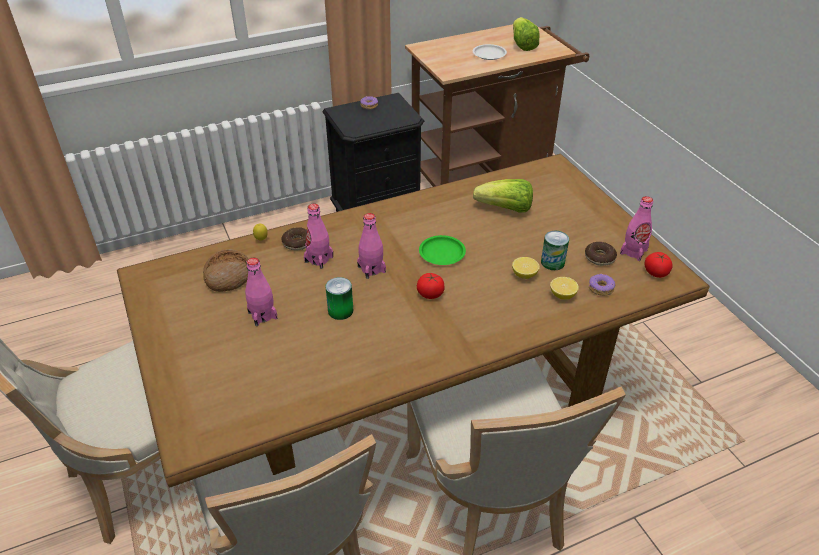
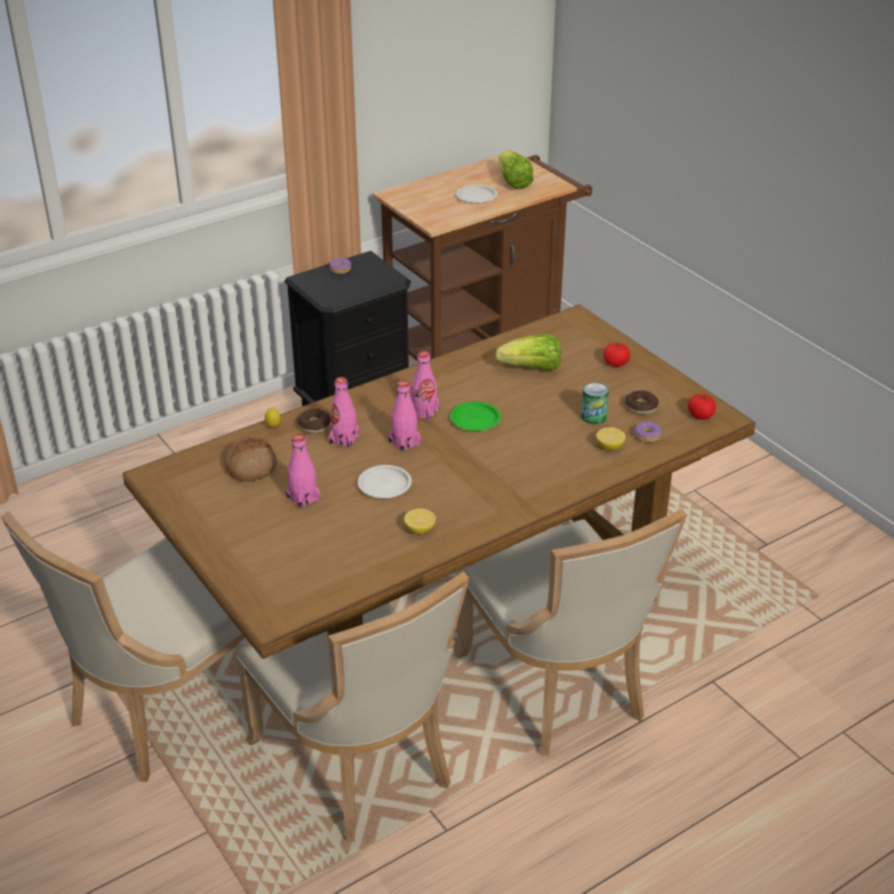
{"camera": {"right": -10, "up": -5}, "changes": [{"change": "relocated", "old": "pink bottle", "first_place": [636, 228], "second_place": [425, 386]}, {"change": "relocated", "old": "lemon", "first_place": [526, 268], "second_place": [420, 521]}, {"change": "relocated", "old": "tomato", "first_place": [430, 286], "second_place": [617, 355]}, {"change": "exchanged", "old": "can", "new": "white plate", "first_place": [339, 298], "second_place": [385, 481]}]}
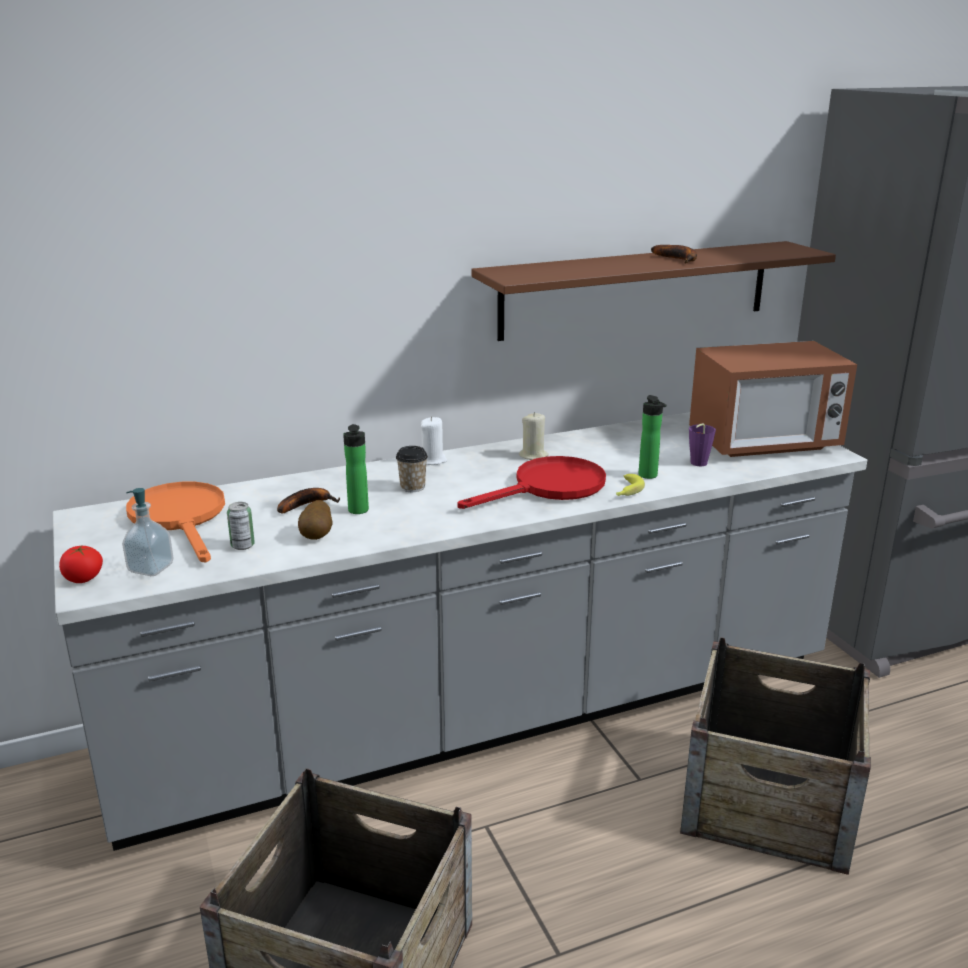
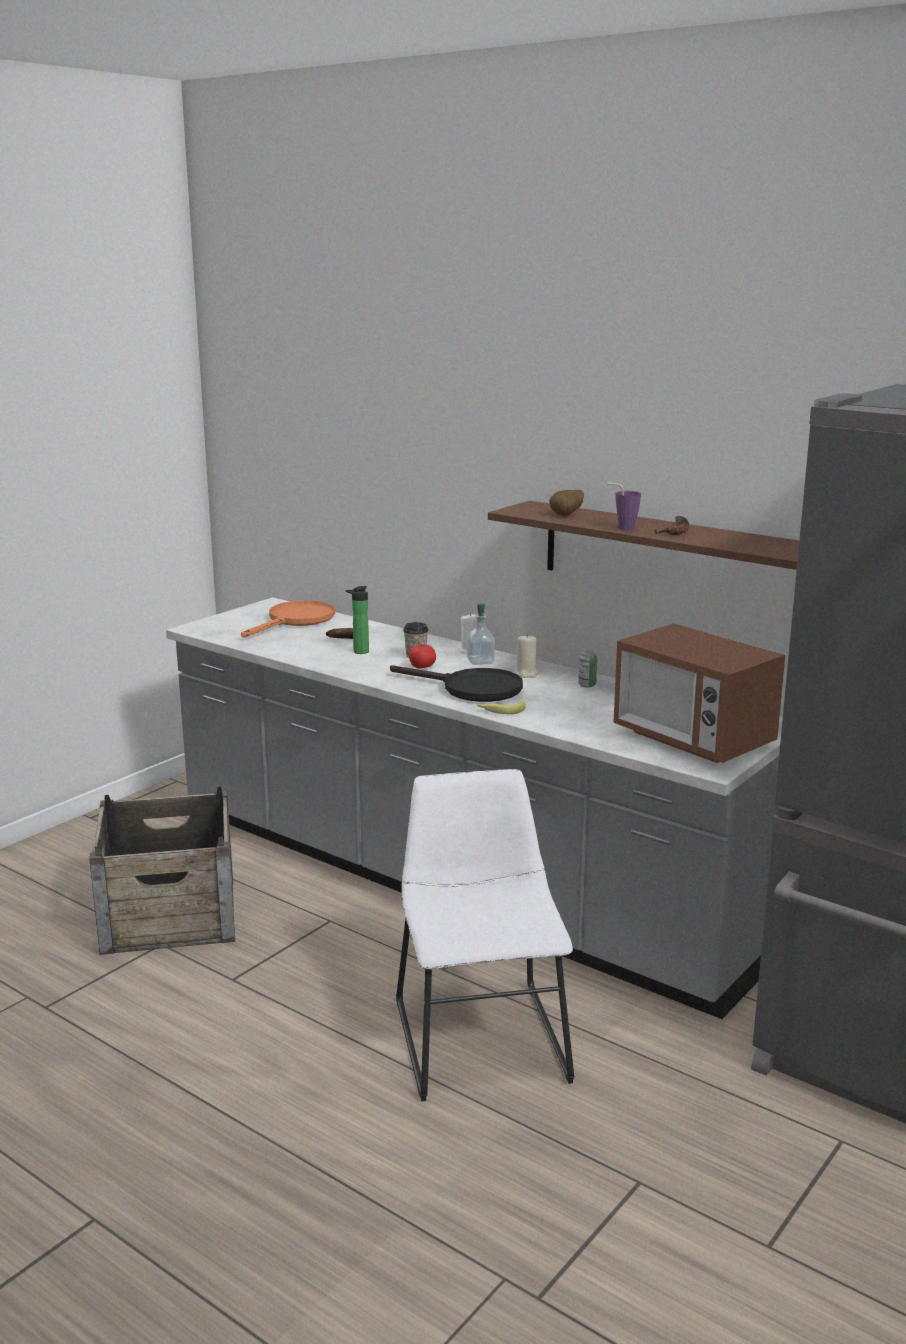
{"camera": {"right": 60, "up": -5}, "changes": [{"change": "missing", "old": "bottle", "first_place": [652, 437]}, {"change": "relocated", "old": "purple cup", "first_place": [702, 444], "second_place": [624, 507]}, {"change": "colour", "old": "red frying pan", "new": "black frying pan", "first_place": [531, 482], "second_place": [456, 684]}, {"change": "relocated", "old": "soap dispenser", "first_place": [148, 532], "second_place": [481, 634]}, {"change": "relocated", "old": "potato", "first_place": [315, 520], "second_place": [566, 503]}, {"change": "relocated", "old": "can", "first_place": [241, 526], "second_place": [587, 669]}, {"change": "relocated", "old": "tomato", "first_place": [81, 564], "second_place": [422, 656]}, {"change": "exchanged", "old": "crate", "new": "white chair", "first_place": [775, 756], "second_place": [485, 935]}]}
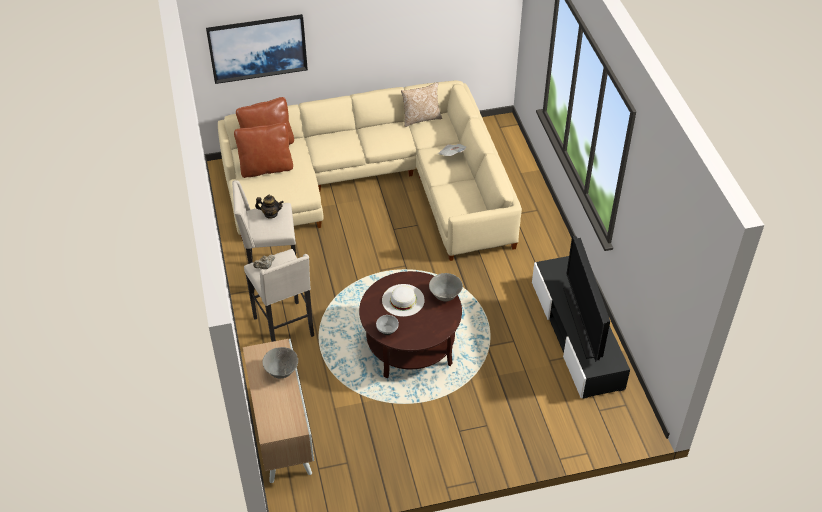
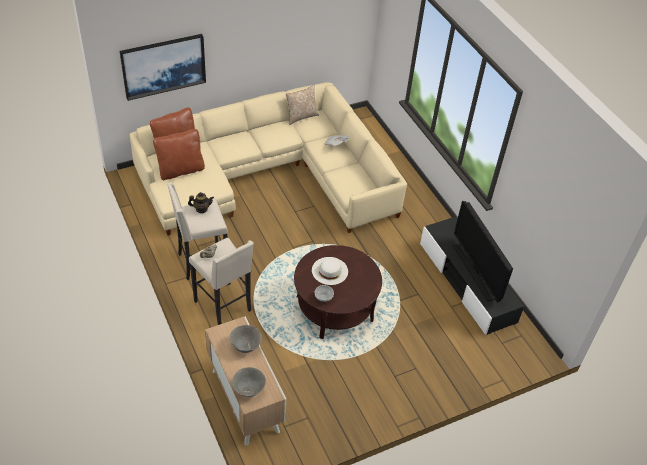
{"camera": {"right": -15, "up": 0}, "changes": [{"change": "relocated", "old": "grey bowl", "first_place": [446, 287], "second_place": [249, 382]}]}
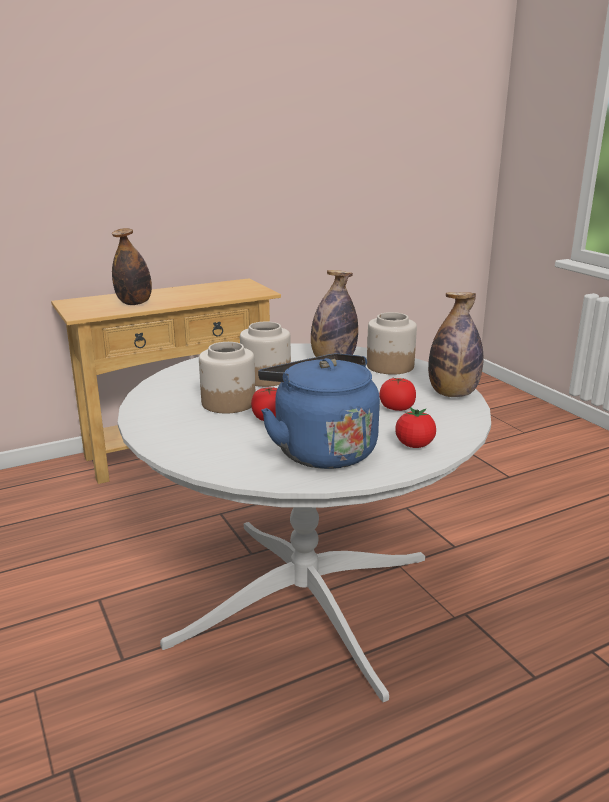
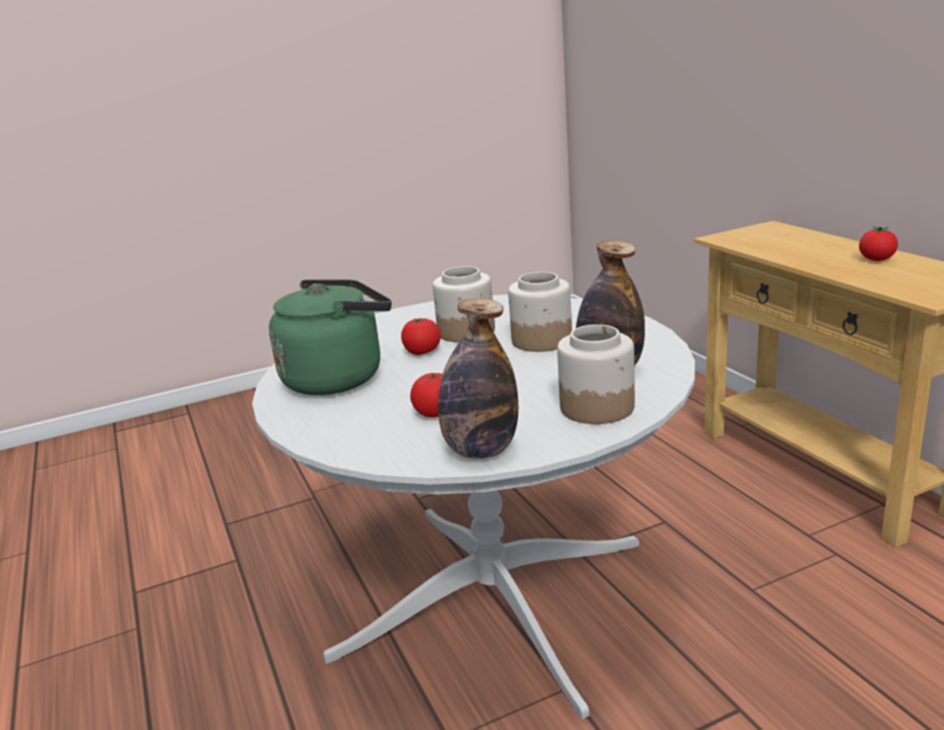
{"camera": {"right": 95, "up": 0}, "changes": [{"change": "missing", "old": "bottle", "first_place": [132, 266]}, {"change": "colour", "old": "blue kettle", "new": "green kettle", "first_place": [319, 411], "second_place": [330, 337]}, {"change": "relocated", "old": "tomato", "first_place": [415, 427], "second_place": [878, 243]}]}
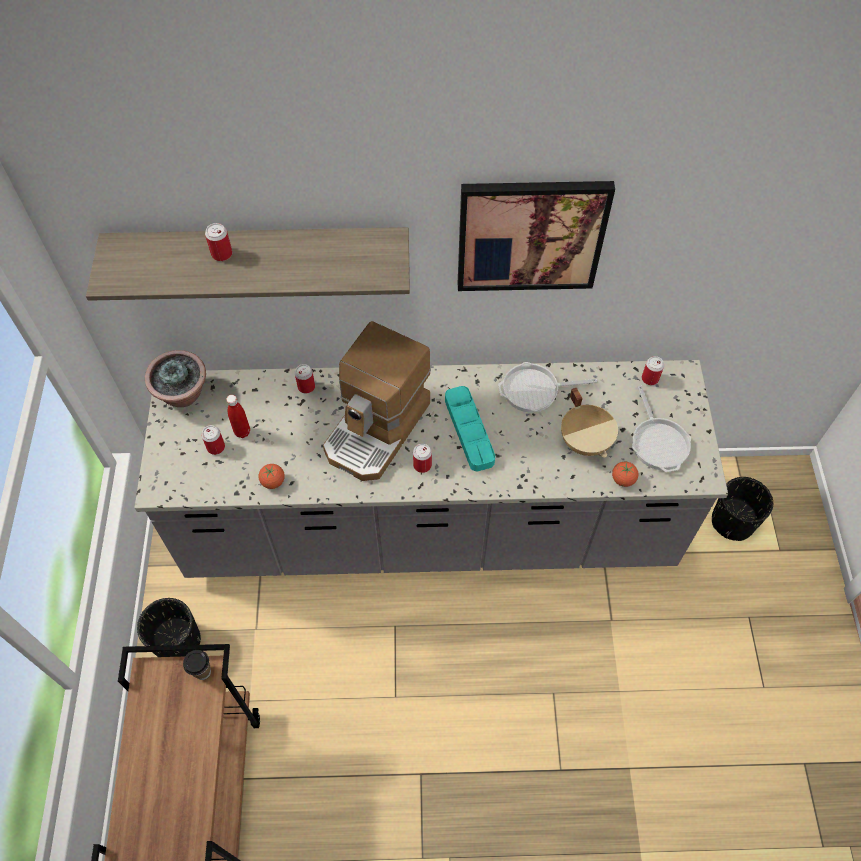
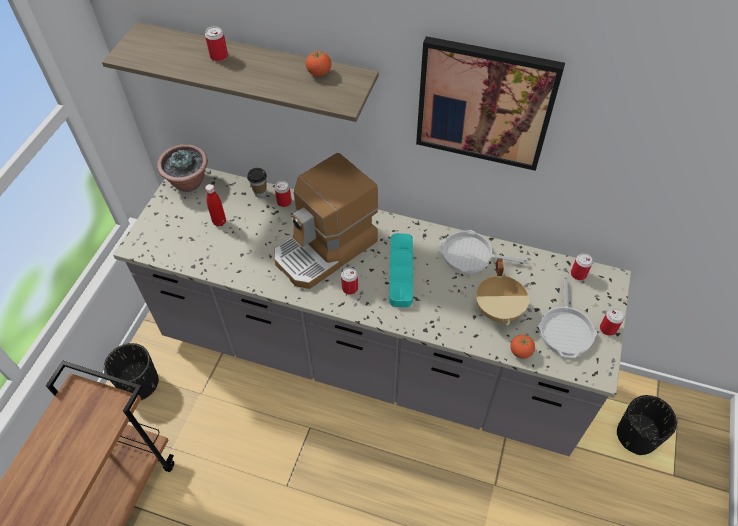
{"camera": {"right": 20, "up": -5}, "changes": [{"change": "relocated", "old": "can", "first_place": [213, 440], "second_place": [612, 322]}, {"change": "relocated", "old": "tomato", "first_place": [271, 476], "second_place": [318, 63]}, {"change": "relocated", "old": "cup", "first_place": [197, 665], "second_place": [257, 183]}]}
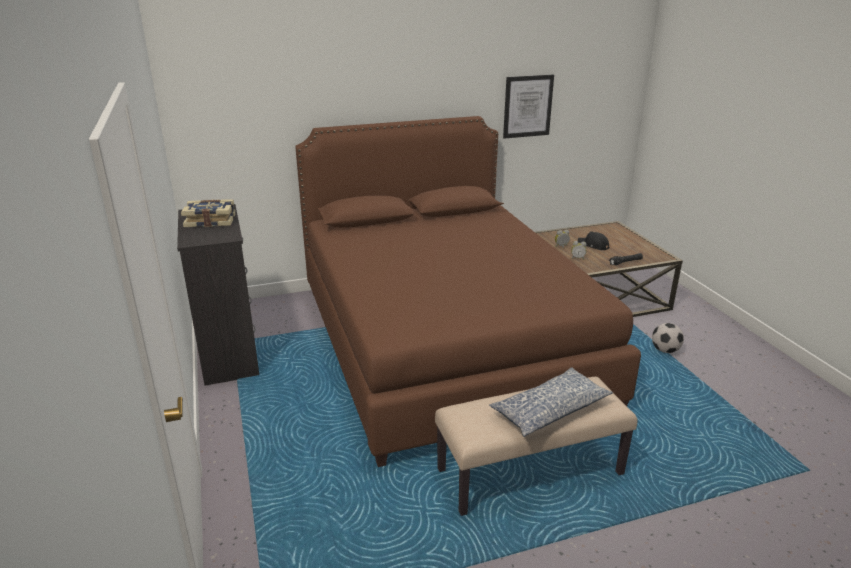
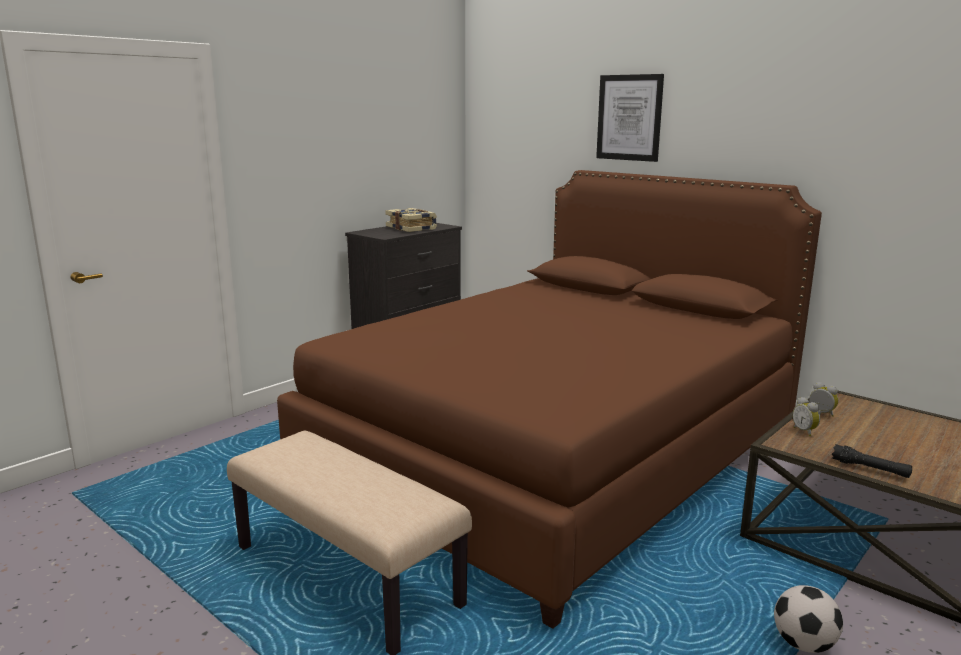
{"camera": {"right": 60, "up": -10}, "changes": [{"change": "relocated", "old": "picture", "first_place": [528, 107], "second_place": [630, 118]}, {"change": "missing", "old": "black cap", "first_place": [593, 241]}, {"change": "missing", "old": "pillow", "first_place": [551, 402]}]}
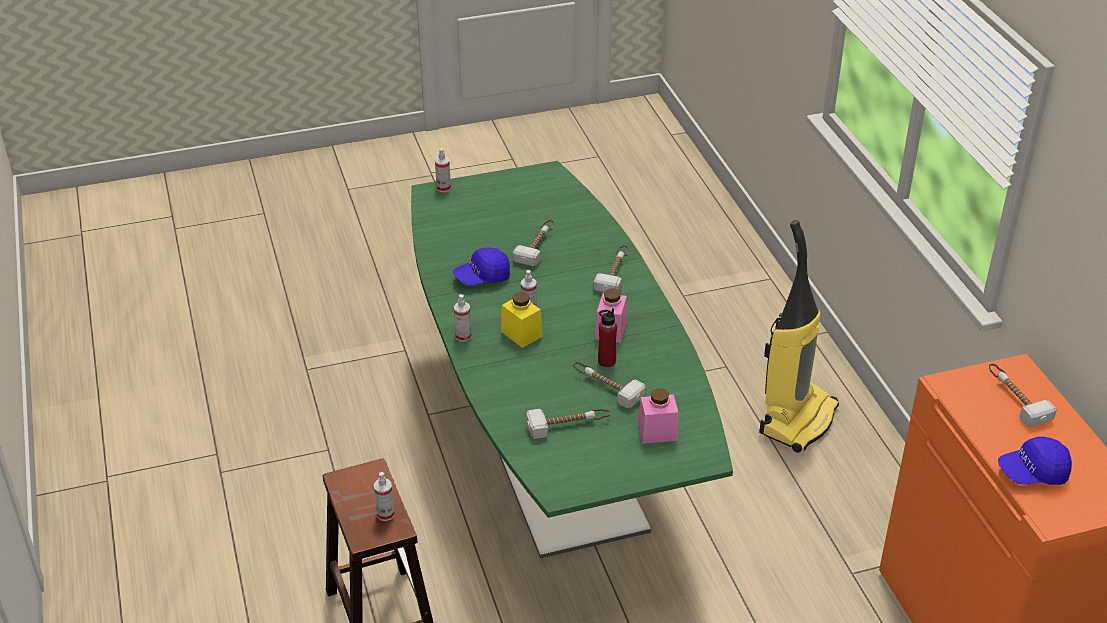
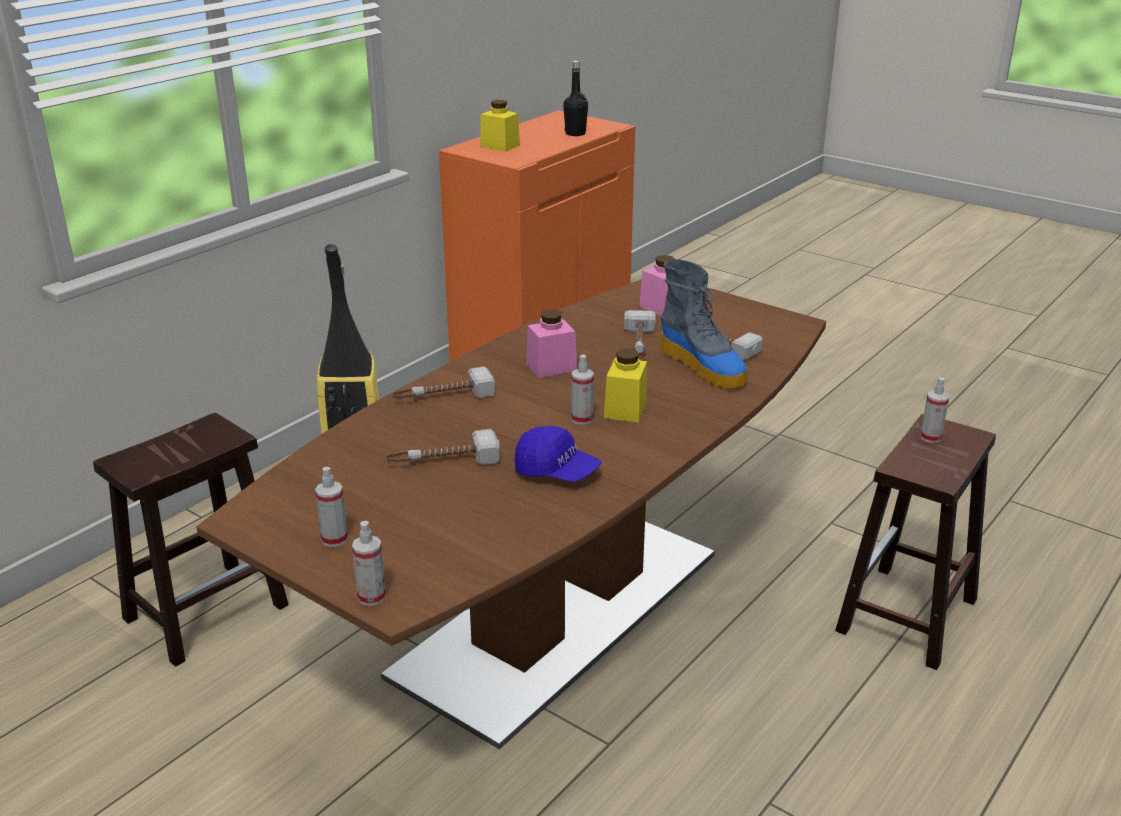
{"camera": {"right": -125, "up": -10}, "changes": [{"change": "colour", "old": "green dining table", "new": "brown dining table", "first_place": [572, 359], "second_place": [511, 514]}, {"change": "relocated", "old": "spray bottle", "first_place": [462, 318], "second_place": [331, 507]}, {"change": "missing", "old": "red bottle", "first_place": [607, 337]}, {"change": "exchanged", "old": "hammer", "new": "yellow jar", "first_place": [1022, 395], "second_place": [500, 126]}, {"change": "exchanged", "old": "blue cap", "new": "black bottle", "first_place": [1035, 461], "second_place": [575, 98]}, {"change": "appeared", "new": "boot", "second_place": [704, 324]}, {"change": "appeared", "new": "brown stool", "second_place": [191, 540]}]}
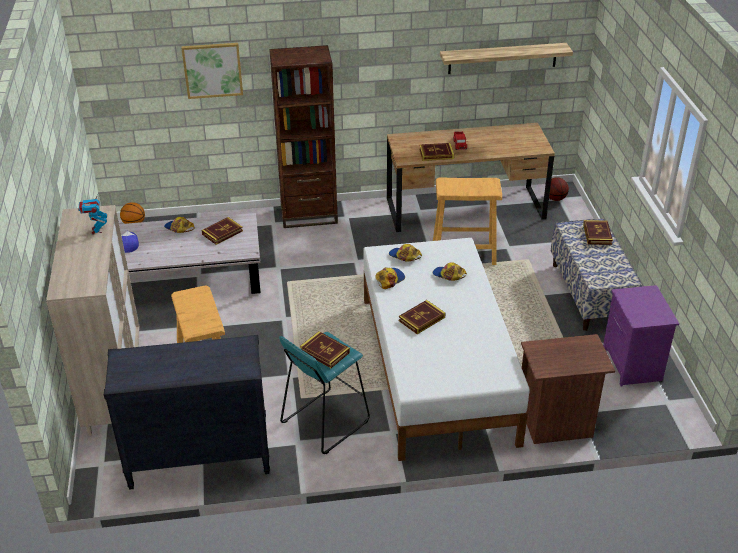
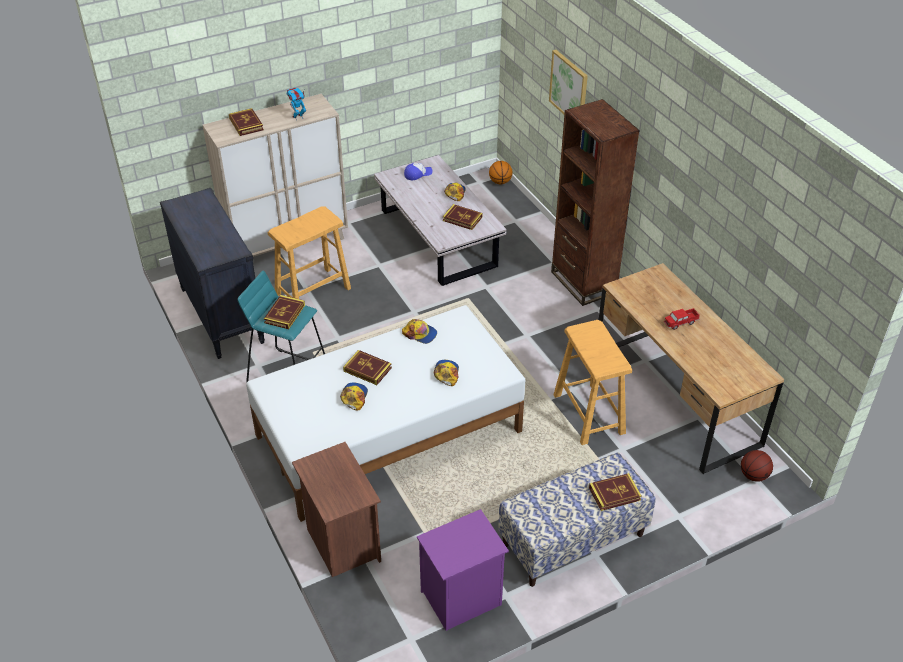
{"camera": {"right": 70, "up": 5}, "changes": [{"change": "missing", "old": "shelf", "first_place": [506, 58]}, {"change": "relocated", "old": "book", "first_place": [436, 152], "second_place": [246, 122]}, {"change": "relocated", "old": "cap", "first_place": [405, 253], "second_place": [354, 397]}]}
